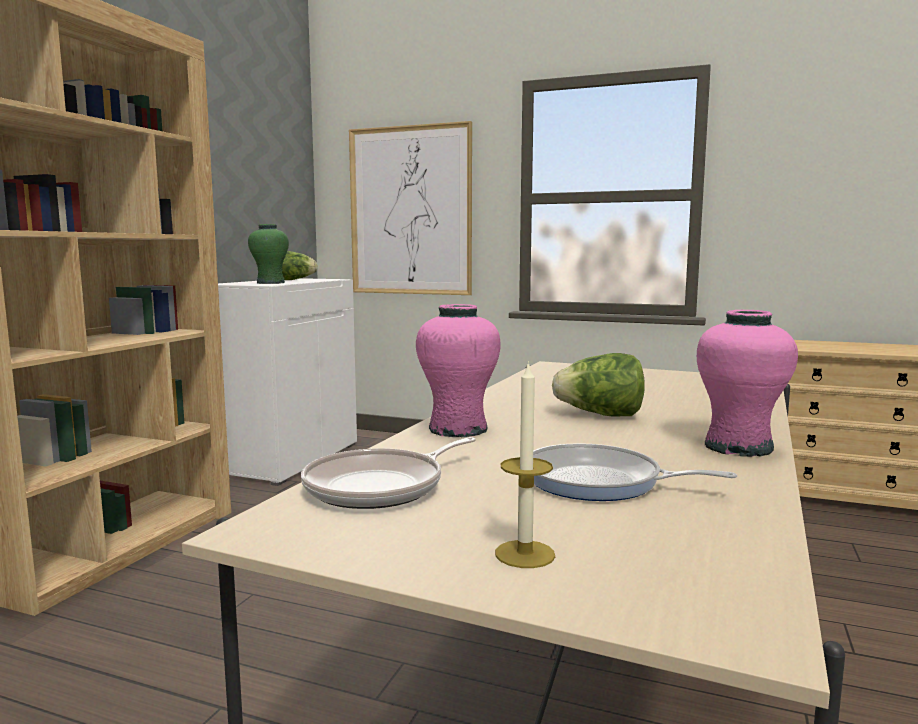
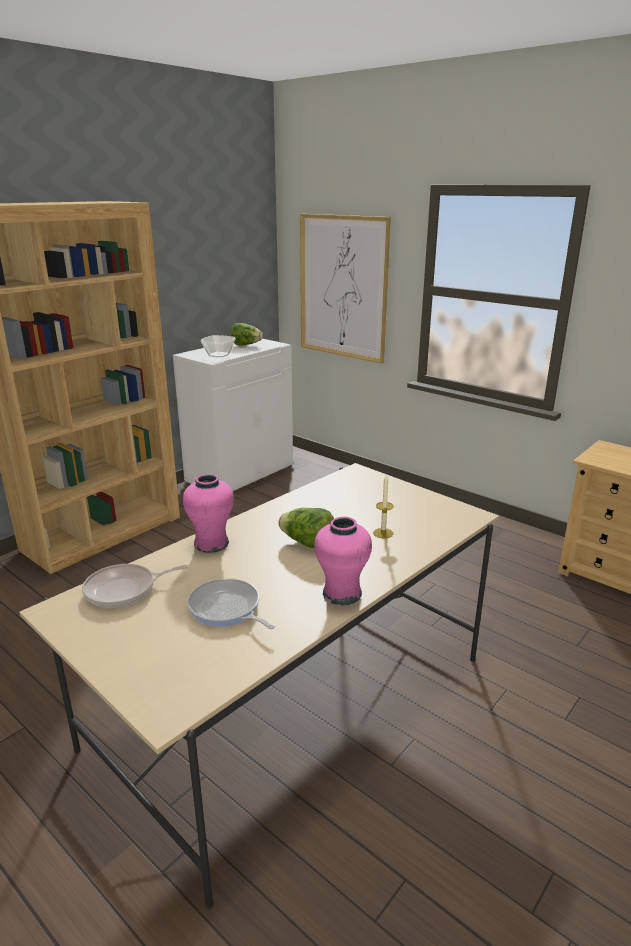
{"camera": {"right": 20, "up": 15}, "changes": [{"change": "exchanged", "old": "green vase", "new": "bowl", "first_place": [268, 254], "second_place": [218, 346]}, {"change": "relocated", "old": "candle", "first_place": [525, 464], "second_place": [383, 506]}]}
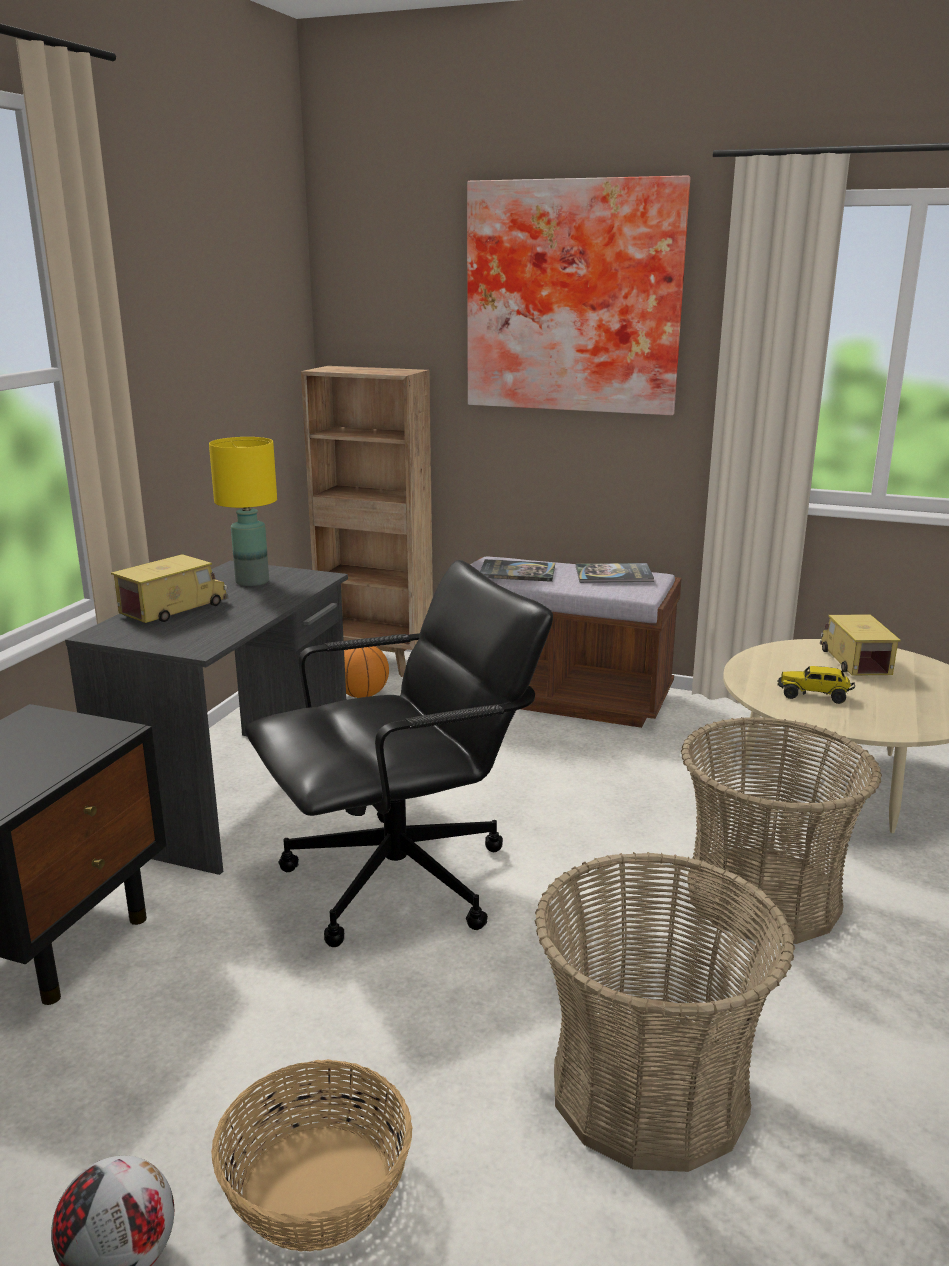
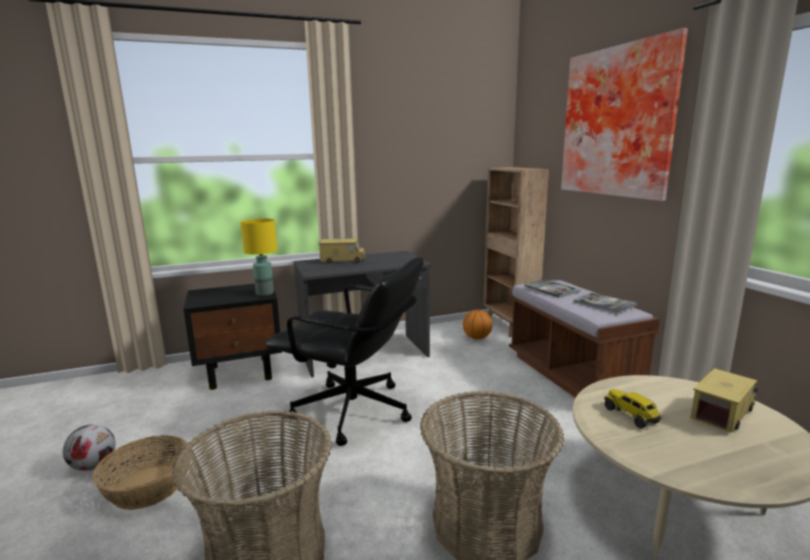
{"camera": {"right": 50, "up": -5}, "changes": [{"change": "relocated", "old": "yellow table lamp", "first_place": [243, 511], "second_place": [259, 257]}]}
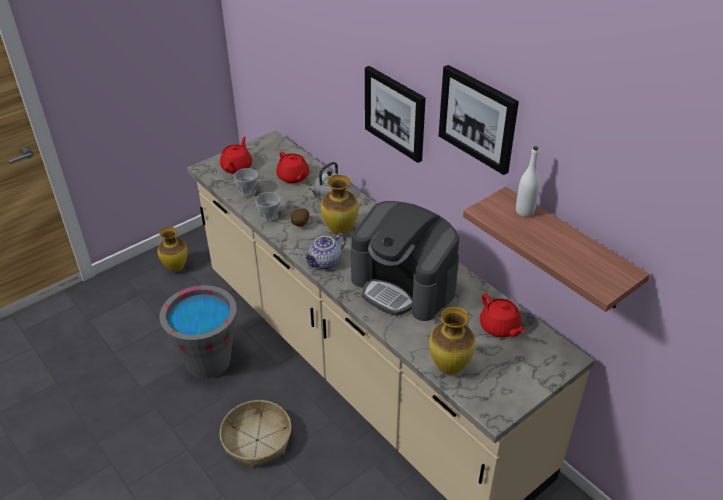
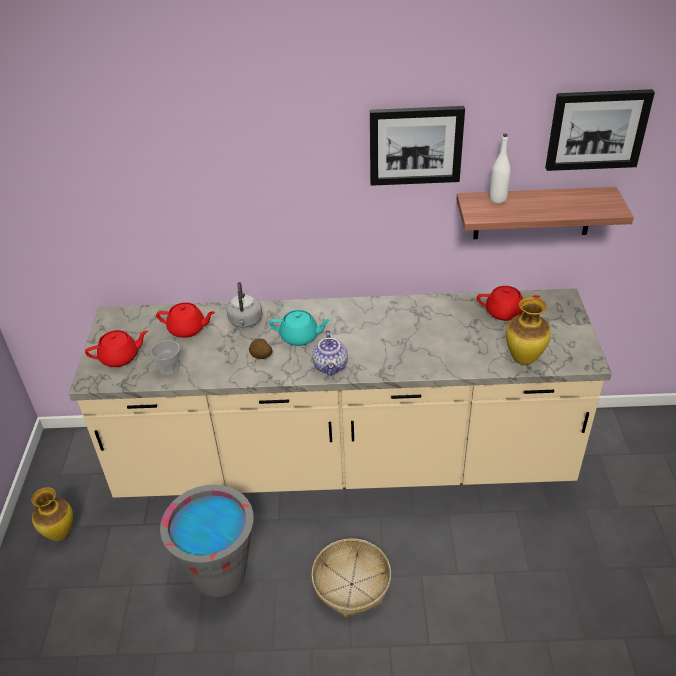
{"camera": {"right": -50, "up": 0}, "changes": [{"change": "relocated", "old": "picture", "first_place": [395, 114], "second_place": [600, 130]}, {"change": "spun", "old": "red teapot", "first_place": [236, 155], "second_place": [116, 348], "degrees": 105}, {"change": "exchanged", "old": "vase", "new": "turquoise teapot", "first_place": [340, 205], "second_place": [300, 328]}, {"change": "missing", "old": "cup", "first_place": [267, 207]}, {"change": "missing", "old": "coffee machine", "first_place": [405, 261]}]}
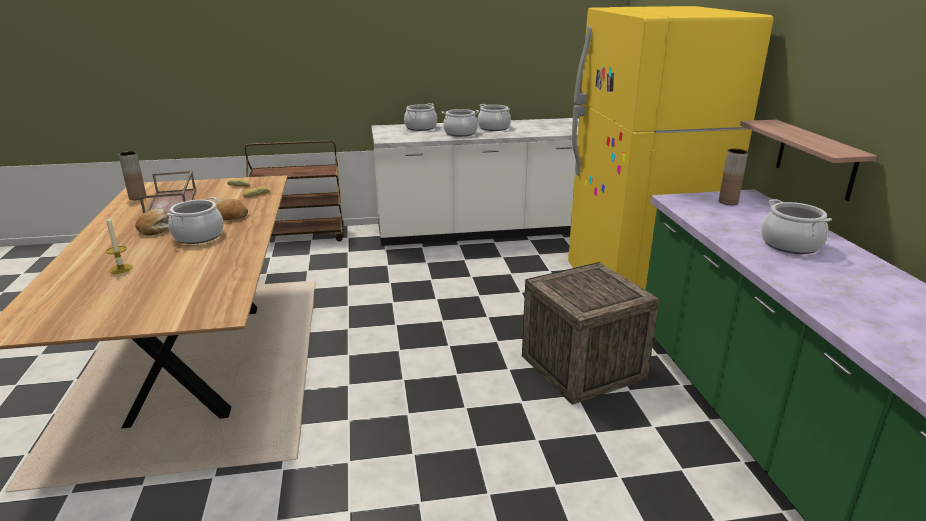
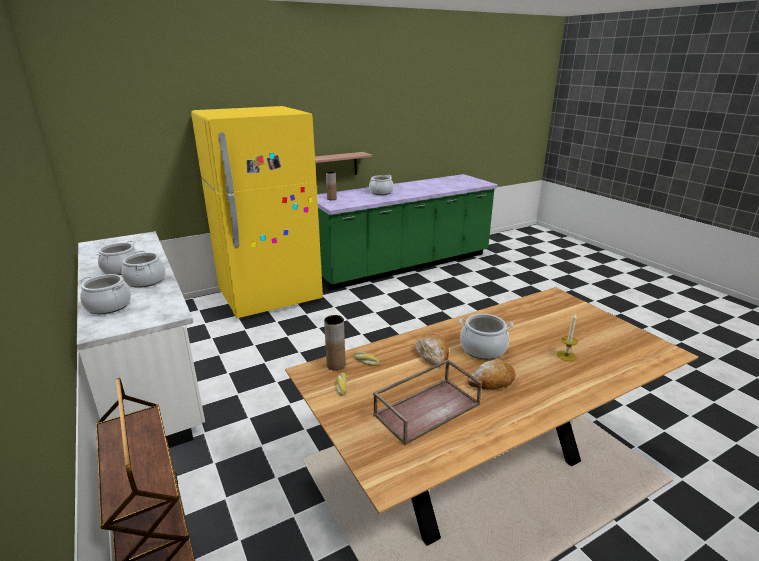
{"camera": {"right": -110, "up": 0}, "changes": [{"change": "relocated", "old": "brown vase", "first_place": [132, 175], "second_place": [334, 343]}, {"change": "missing", "old": "crate", "first_place": [590, 333]}]}
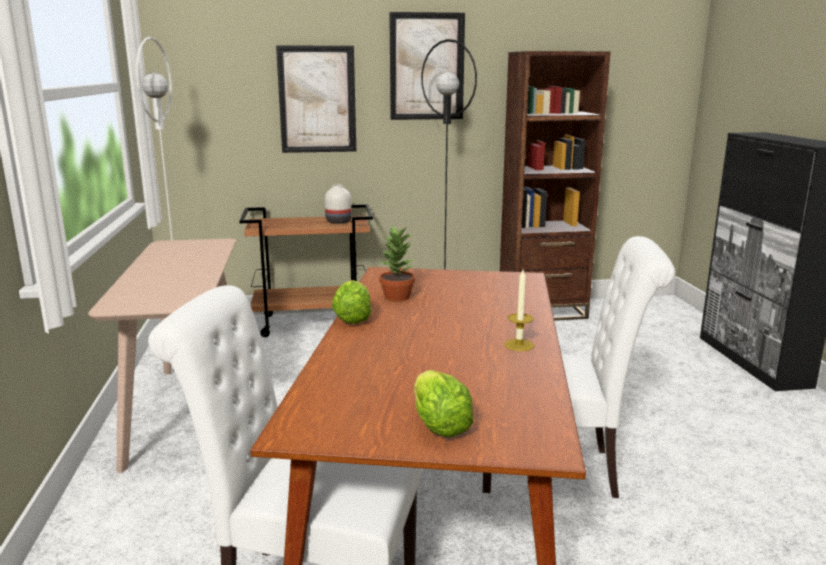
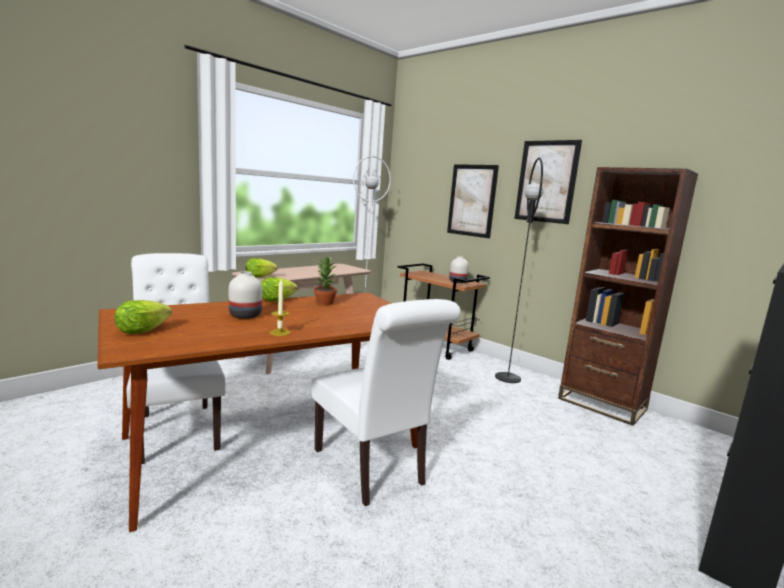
{"camera": {"right": 50, "up": -5}, "changes": [{"change": "appeared", "new": "lettuce", "second_place": [261, 268]}, {"change": "appeared", "new": "white vase", "second_place": [245, 295]}]}
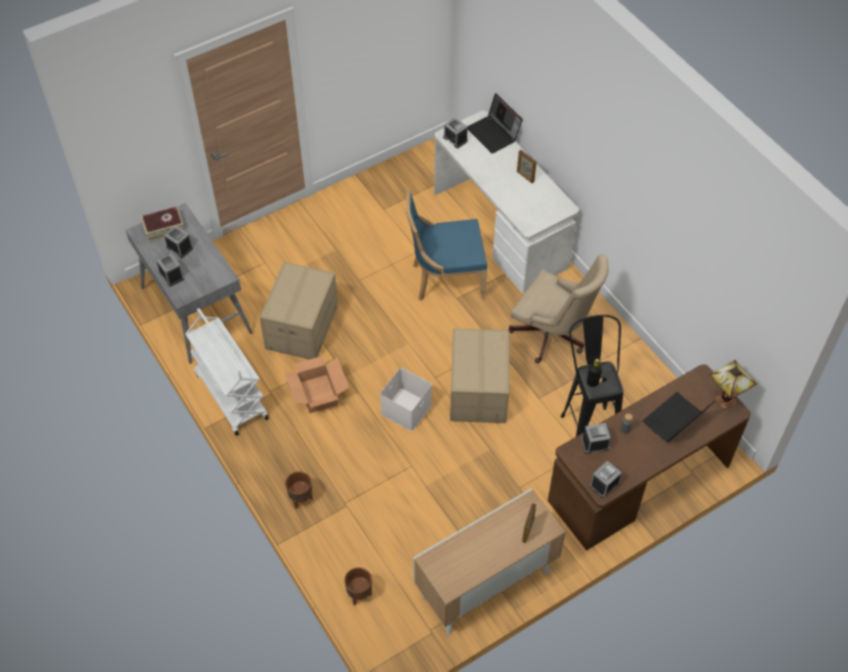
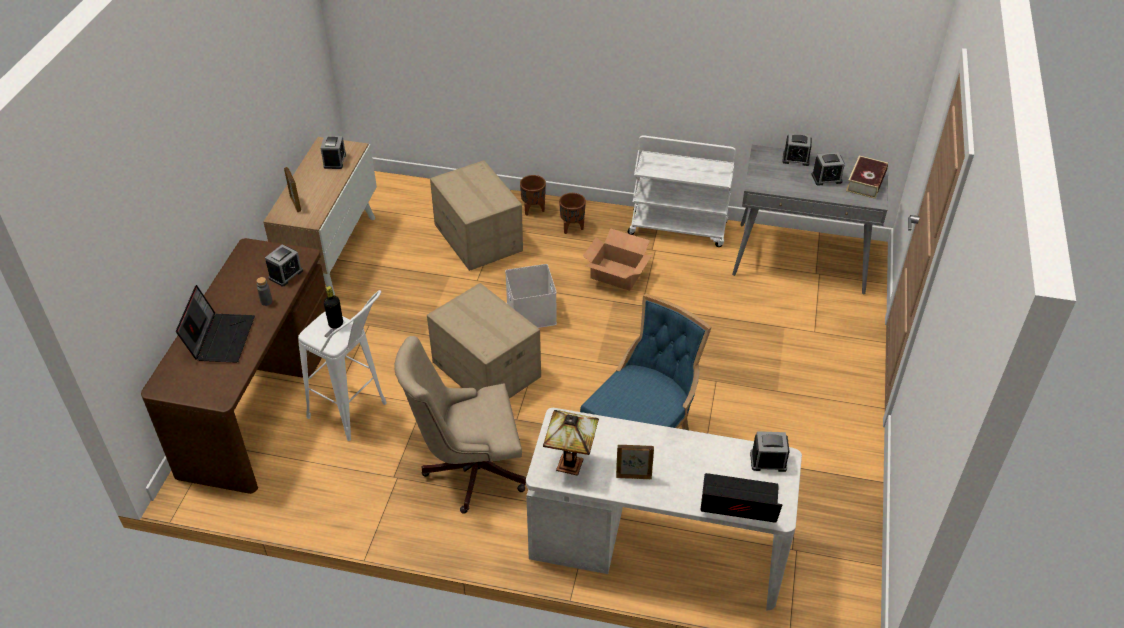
{"camera": {"right": 135, "up": -10}, "changes": [{"change": "relocated", "old": "cardboard box", "first_place": [298, 310], "second_place": [476, 215]}, {"change": "colour", "old": "black stool", "new": "white stool", "first_place": [592, 376], "second_place": [342, 365]}, {"change": "relocated", "old": "table lamp", "first_place": [733, 384], "second_place": [571, 443]}, {"change": "relocated", "old": "alarm clock", "first_place": [606, 479], "second_place": [333, 152]}, {"change": "relocated", "old": "brown planter", "first_place": [358, 586], "second_place": [572, 213]}]}
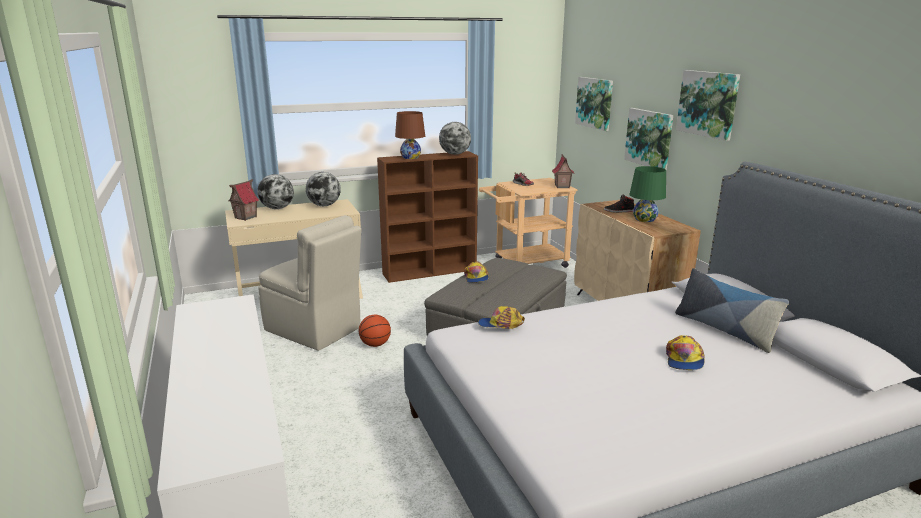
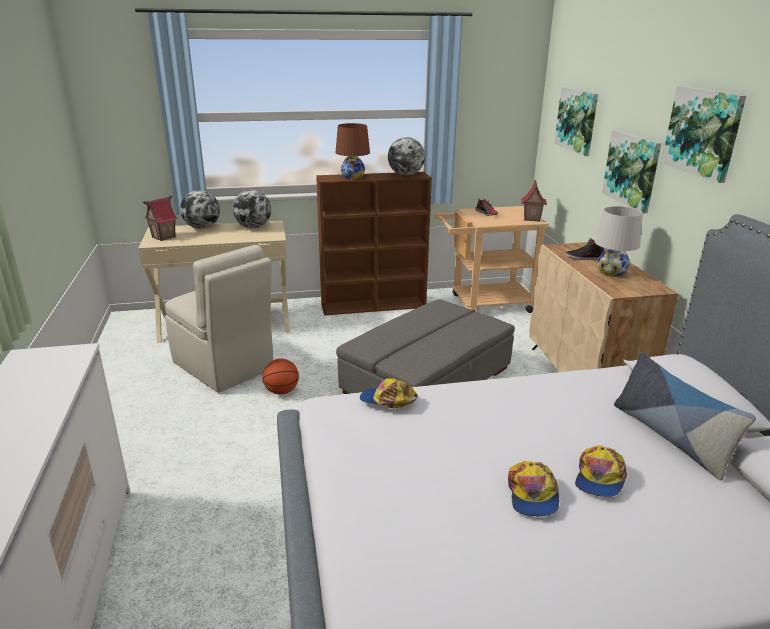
{"camera": {"right": 10, "up": 5}, "changes": [{"change": "colour", "old": "green table lamp", "new": "white table lamp", "first_place": [647, 194], "second_place": [618, 241]}, {"change": "relocated", "old": "cap", "first_place": [476, 272], "second_place": [533, 488]}]}
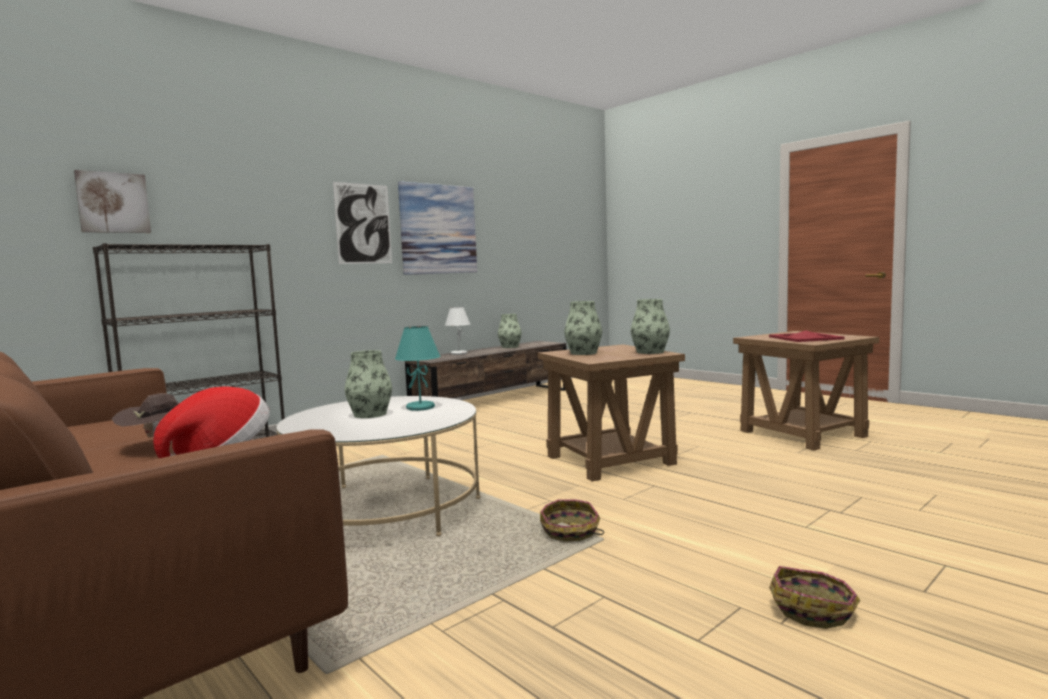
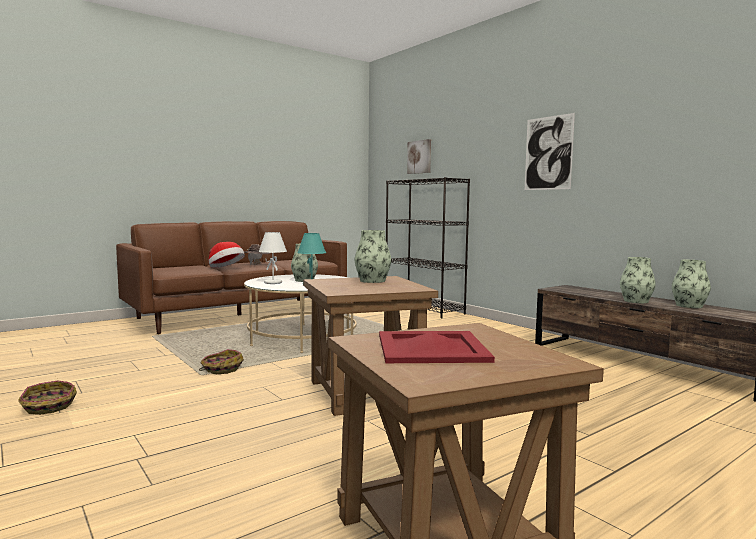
{"camera": {"right": 95, "up": 0}, "changes": [{"change": "missing", "old": "picture", "first_place": [437, 228]}, {"change": "relocated", "old": "vase", "first_place": [650, 326], "second_place": [638, 280]}, {"change": "relocated", "old": "white table lamp", "first_place": [457, 331], "second_place": [272, 258]}]}
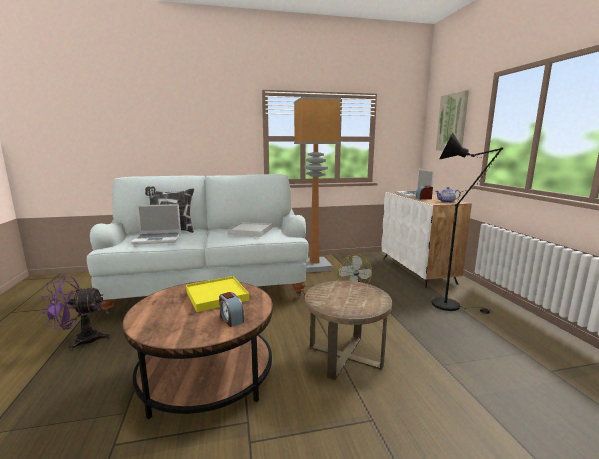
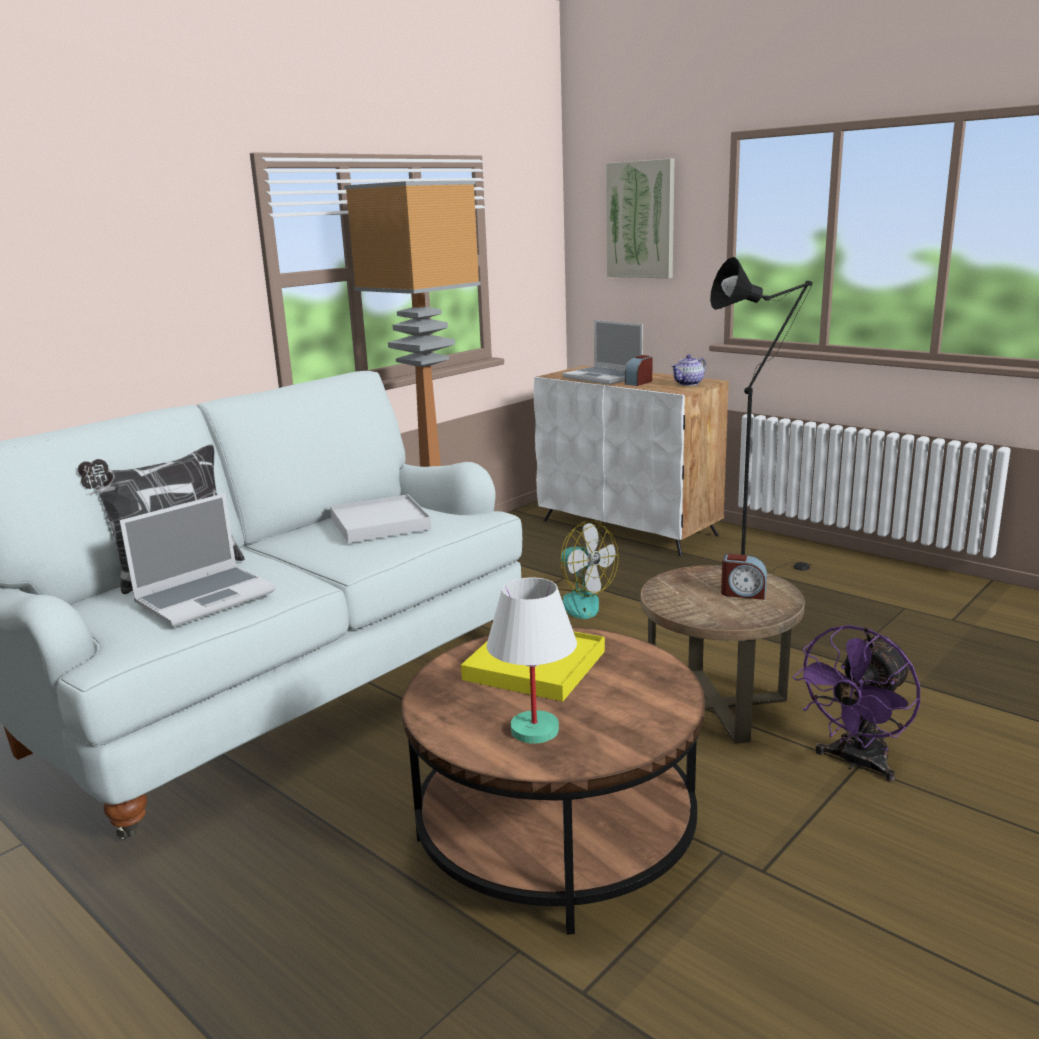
{"camera": {"right": -35, "up": 5}, "changes": [{"change": "relocated", "old": "purple fan", "first_place": [75, 313], "second_place": [856, 703]}, {"change": "relocated", "old": "alarm clock", "first_place": [231, 309], "second_place": [744, 577]}, {"change": "appeared", "new": "white table lamp", "second_place": [531, 661]}]}
